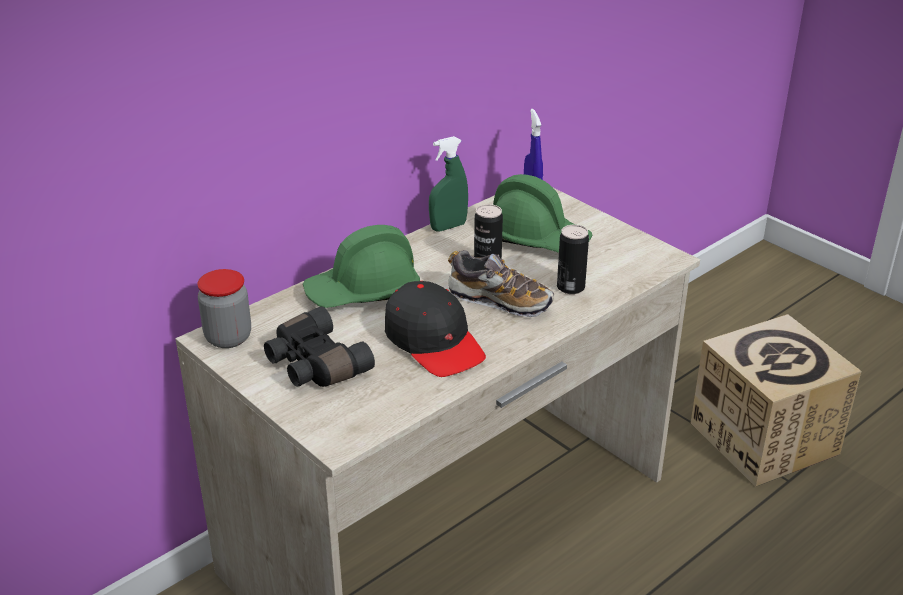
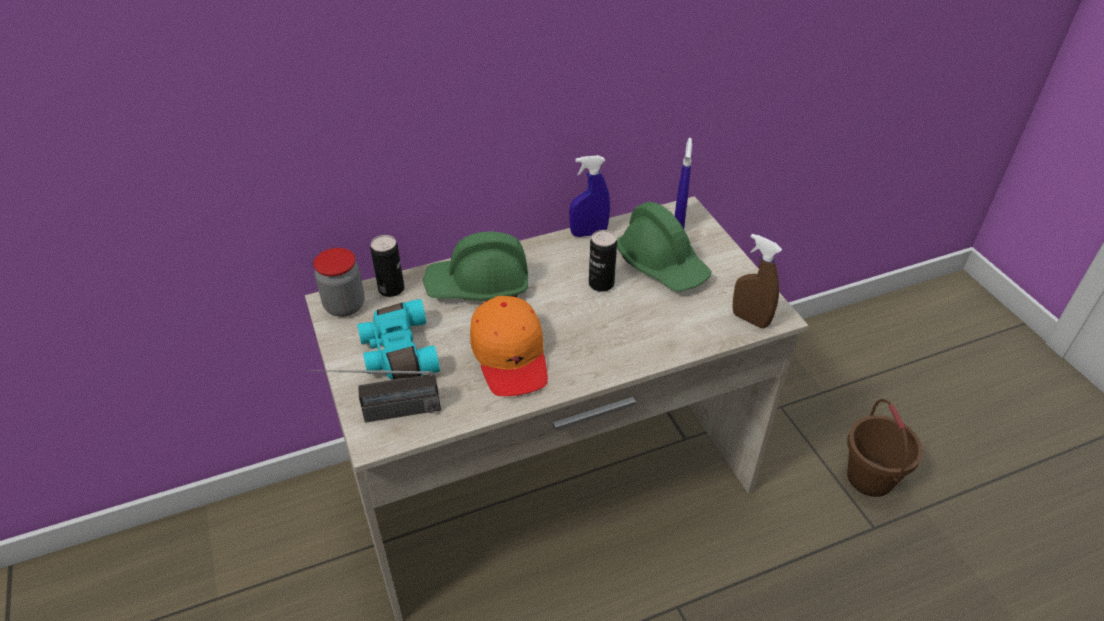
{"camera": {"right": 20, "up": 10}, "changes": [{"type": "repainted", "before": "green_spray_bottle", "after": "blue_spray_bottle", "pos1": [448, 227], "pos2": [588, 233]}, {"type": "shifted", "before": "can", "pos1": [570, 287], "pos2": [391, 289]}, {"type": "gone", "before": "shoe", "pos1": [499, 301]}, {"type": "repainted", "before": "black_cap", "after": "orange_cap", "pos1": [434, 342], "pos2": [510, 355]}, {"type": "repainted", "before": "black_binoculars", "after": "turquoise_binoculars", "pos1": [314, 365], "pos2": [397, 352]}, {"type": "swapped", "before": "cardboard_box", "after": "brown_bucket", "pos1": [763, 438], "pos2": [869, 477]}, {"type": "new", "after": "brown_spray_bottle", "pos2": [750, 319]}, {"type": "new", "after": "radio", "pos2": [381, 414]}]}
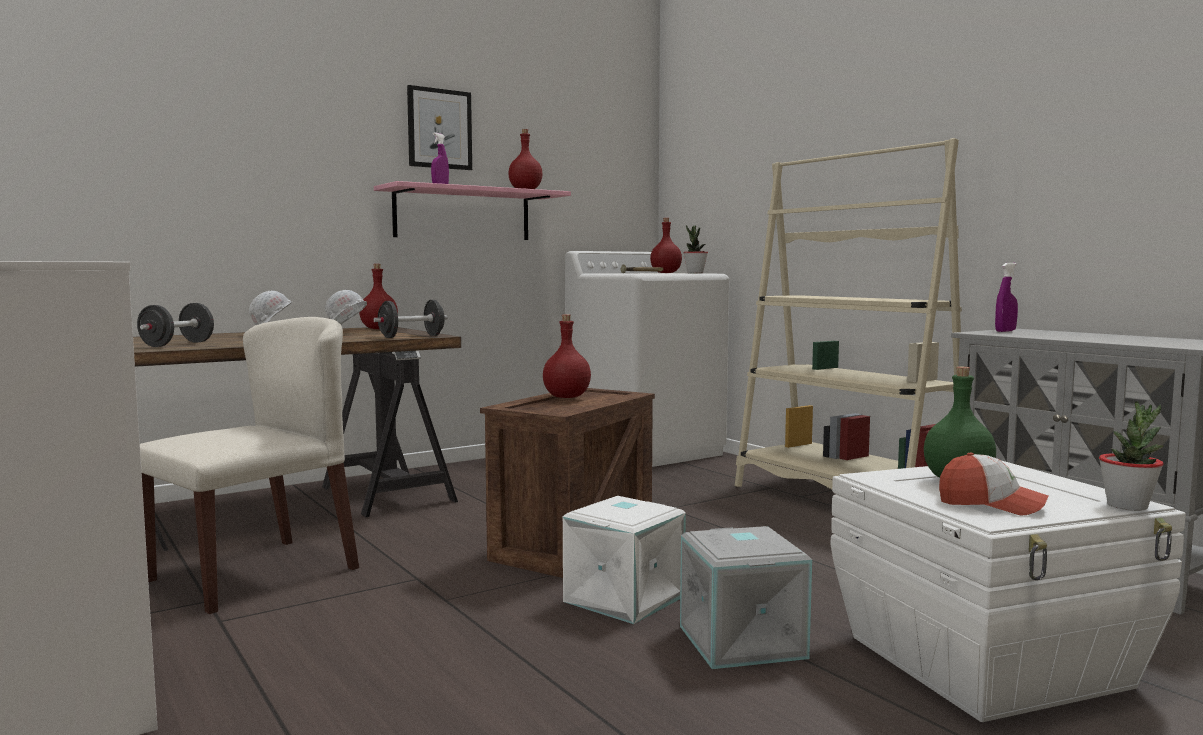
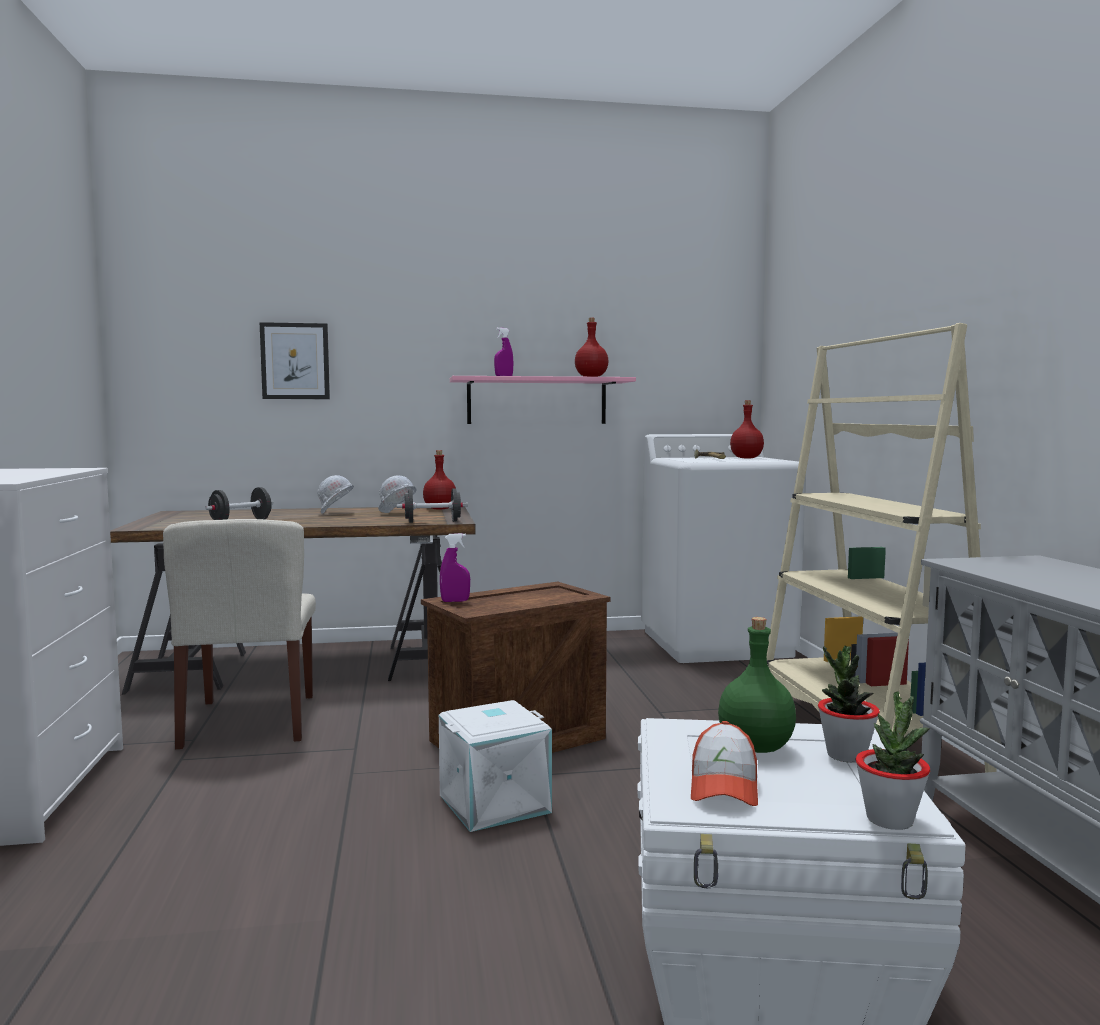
{"camera": {"right": 25, "up": 0}, "changes": [{"type": "shifted", "before": "picture", "pos1": [439, 129], "pos2": [295, 361]}, {"type": "shifted", "before": "potted_plant", "pos1": [695, 273], "pos2": [846, 755]}, {"type": "shifted", "before": "purple_spray_bottle", "pos1": [1005, 331], "pos2": [455, 601]}, {"type": "gone", "before": "red_bottle", "pos1": [566, 397]}, {"type": "rotated", "before": "beige_chair", "pos1": [255, 573], "pos2": [250, 721], "turn": 105}, {"type": "rotated", "before": "cap", "pos1": [991, 505], "pos2": [724, 786], "turn": 45}, {"type": "gone", "before": "grey_storage_box", "pos1": [744, 642]}]}
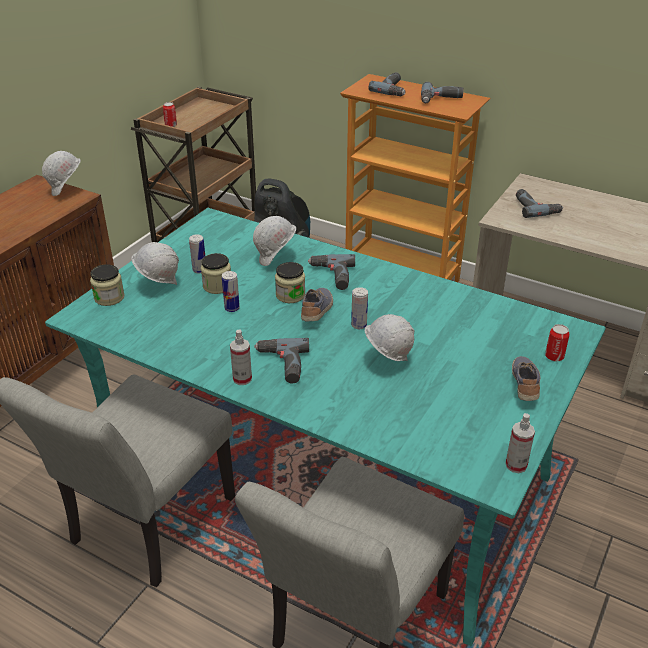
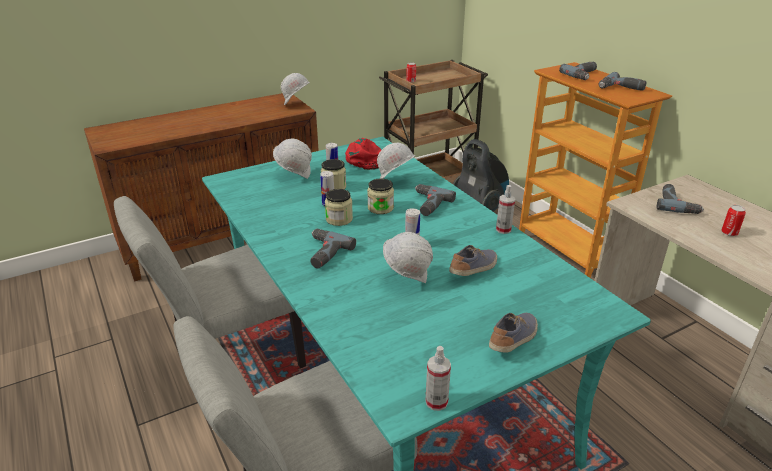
{"camera": {"right": 30, "up": -5}, "changes": [{"type": "shifted", "before": "jar", "pos1": [109, 297], "pos2": [339, 219]}, {"type": "shifted", "before": "shoe", "pos1": [317, 311], "pos2": [474, 269]}, {"type": "shifted", "before": "can", "pos1": [554, 356], "pos2": [729, 233]}, {"type": "shifted", "before": "spray_bottle", "pos1": [242, 379], "pos2": [503, 229]}, {"type": "new", "after": "red_cap", "pos2": [363, 158]}]}
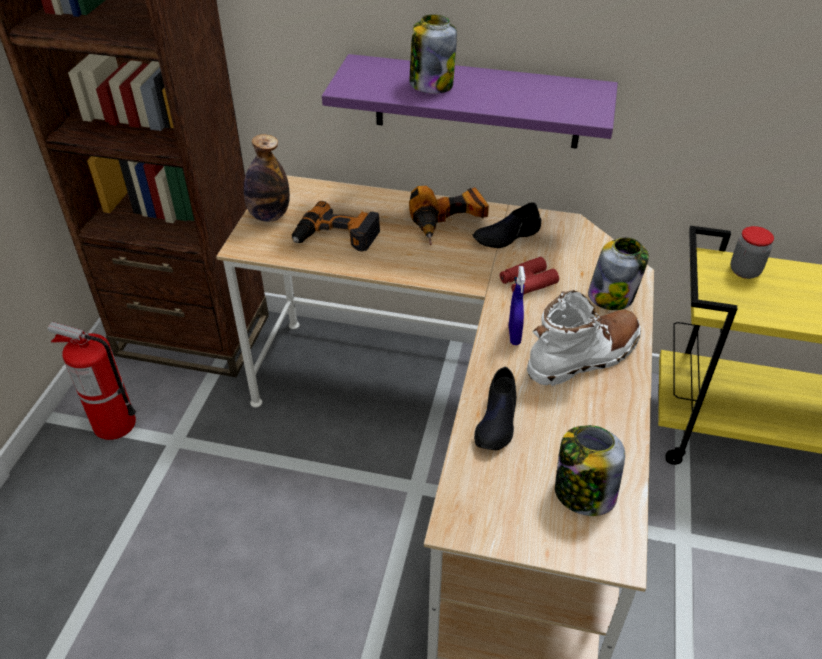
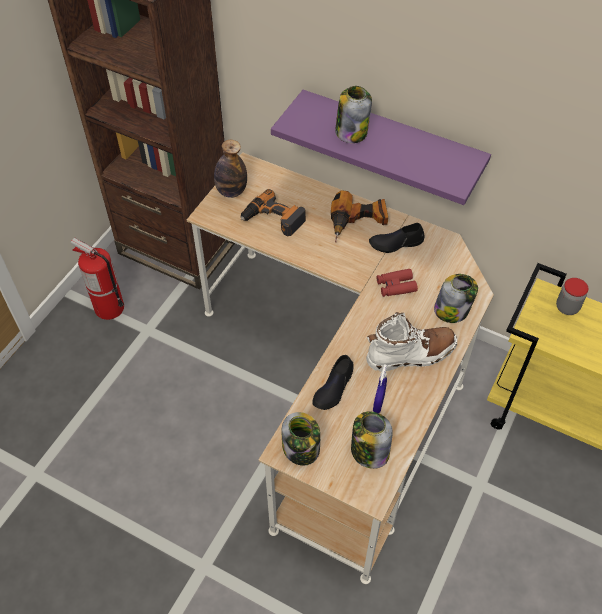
{"camera": {"right": 15, "up": 10}, "changes": [{"type": "shifted", "before": "blue_spray_bottle", "pos1": [514, 335], "pos2": [378, 404]}, {"type": "new", "after": "jar", "pos2": [301, 449]}]}
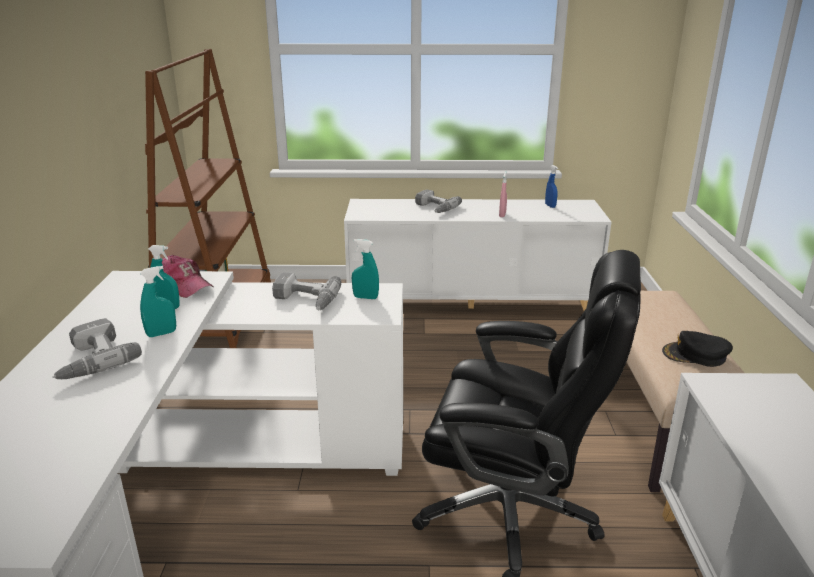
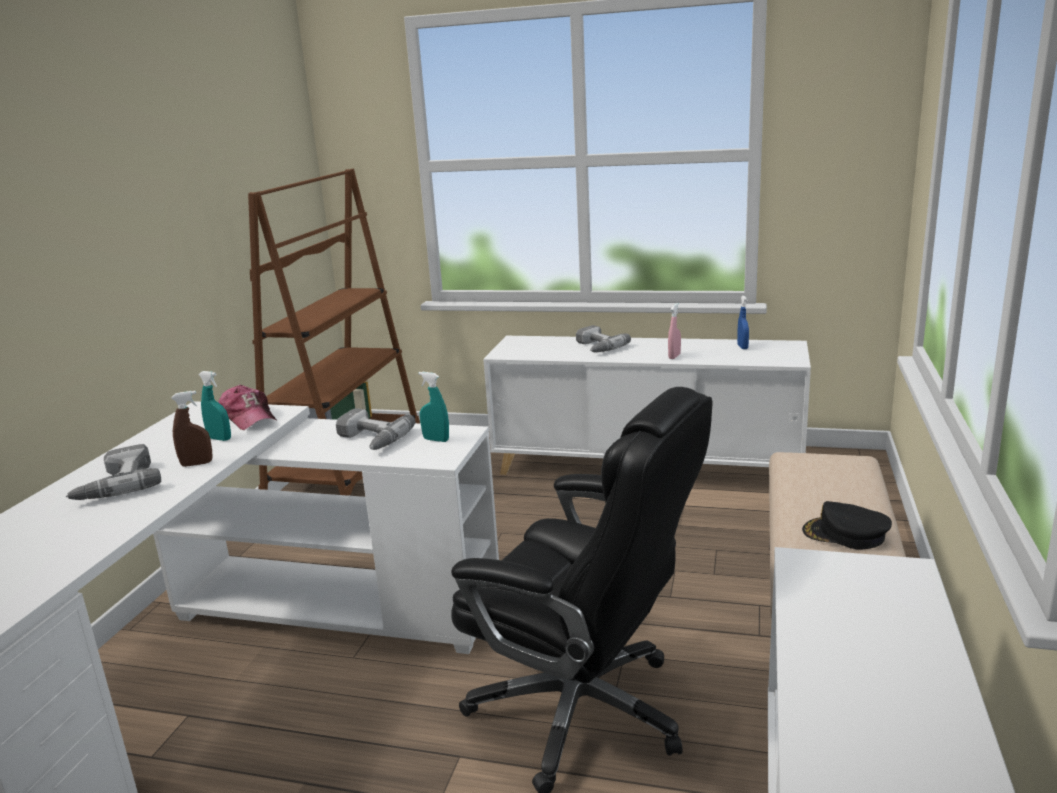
{"camera": {"right": 15, "up": -5}, "changes": [{"type": "repainted", "before": "turquoise_spray_bottle", "after": "brown_spray_bottle", "pos1": [161, 334], "pos2": [197, 464]}]}
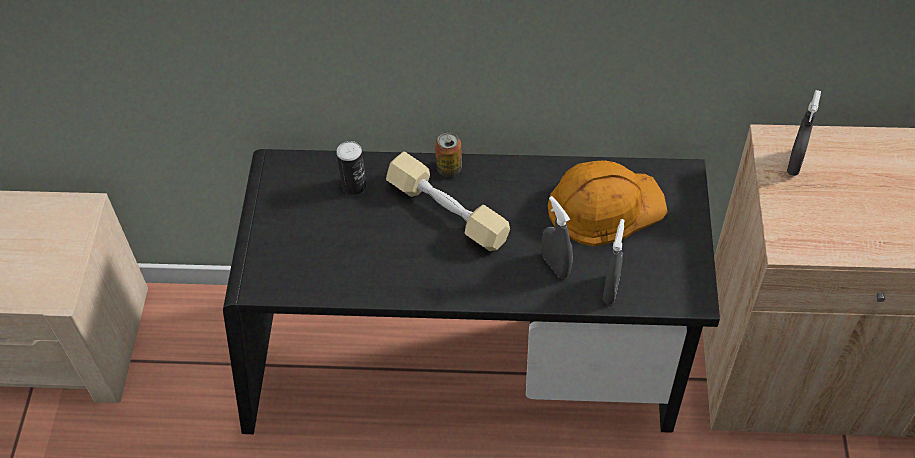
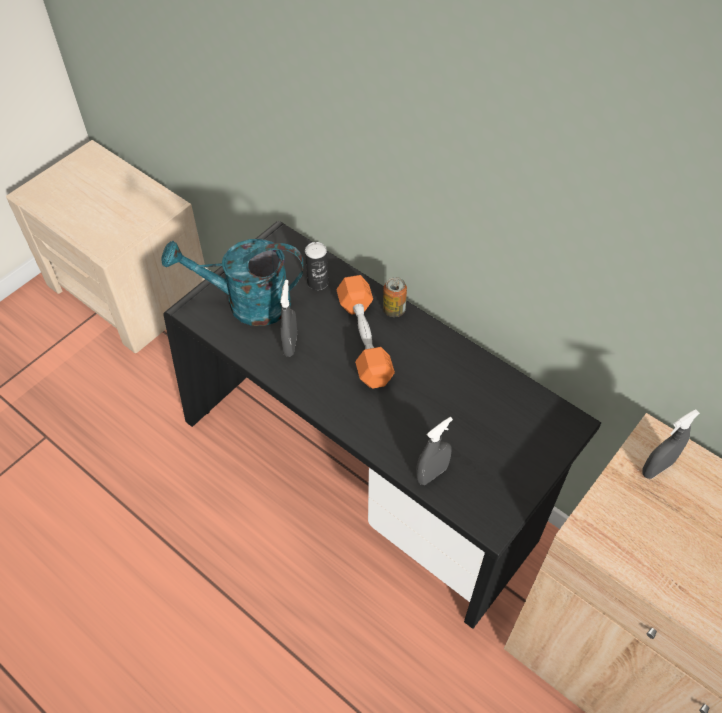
{"camera": {"right": 35, "up": 0}, "changes": [{"type": "repainted", "before": "beige_dumbbell", "after": "orange_dumbbell", "pos1": [447, 211], "pos2": [364, 339]}, {"type": "gone", "before": "orange_hard_hat", "pos1": [604, 205]}, {"type": "shifted", "before": "grey_spray_bottle", "pos1": [555, 266], "pos2": [290, 345]}, {"type": "new", "after": "turquoise_watering_can", "pos2": [247, 303]}]}
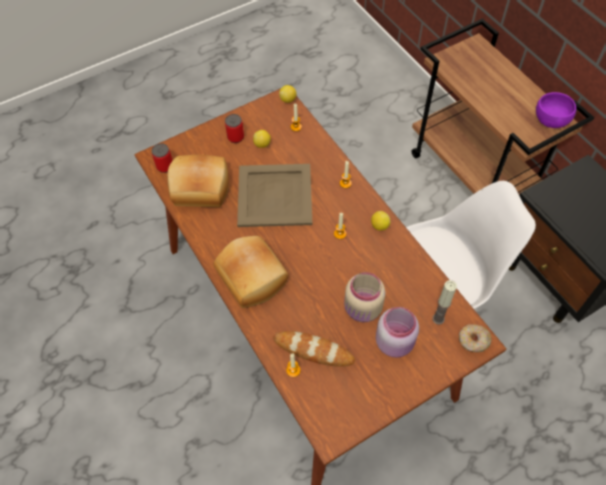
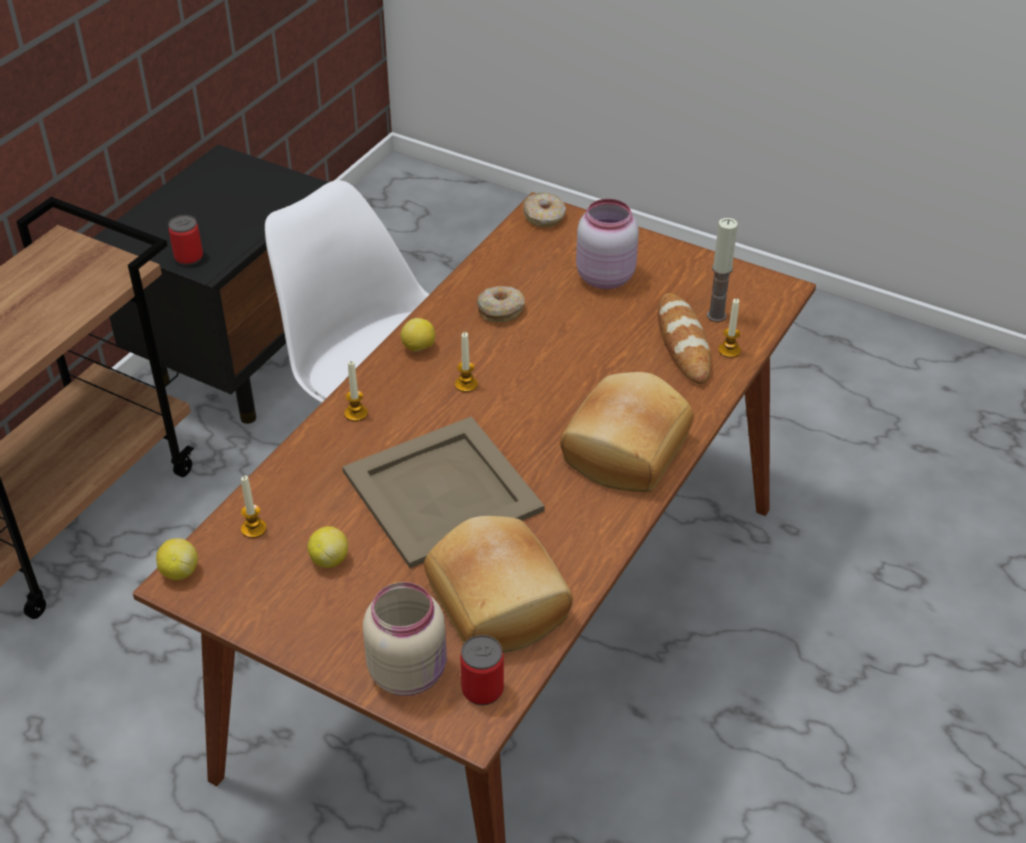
{"camera": {"right": -120, "up": -15}, "changes": [{"type": "gone", "before": "purple_bowl", "pos1": [551, 119]}, {"type": "shifted", "before": "can", "pos1": [235, 137], "pos2": [189, 257]}, {"type": "shifted", "before": "beige_jar", "pos1": [363, 310], "pos2": [410, 671]}, {"type": "shifted", "before": "candle", "pos1": [438, 319], "pos2": [716, 315]}, {"type": "new", "after": "donut", "pos2": [500, 310]}]}
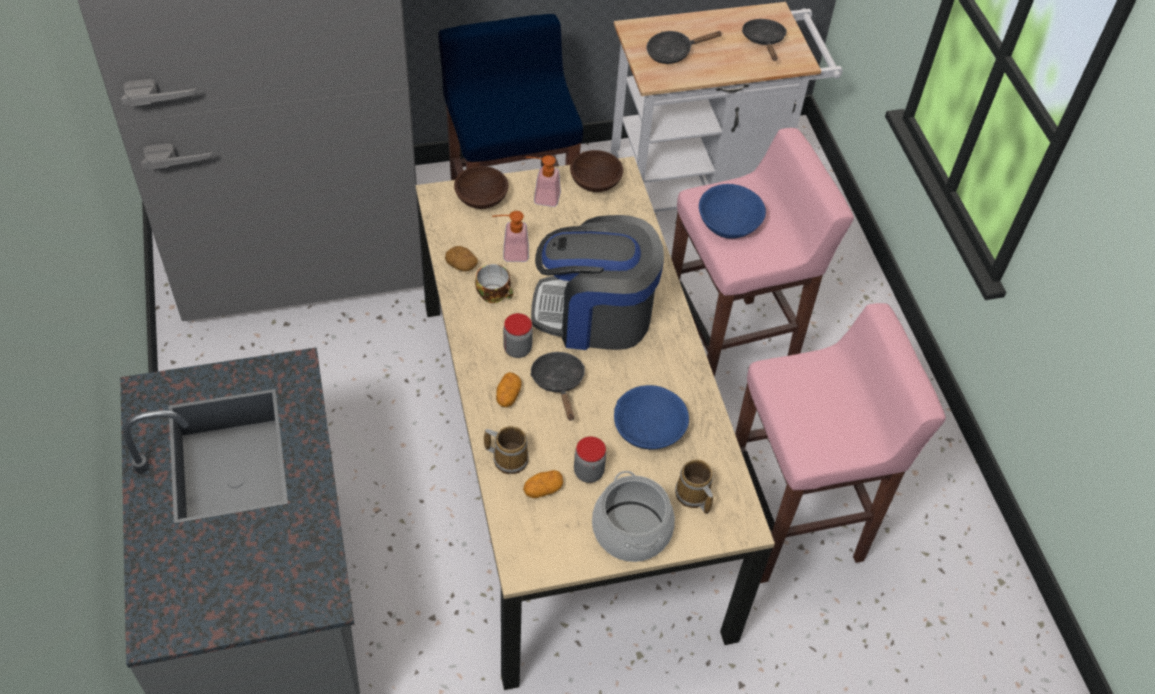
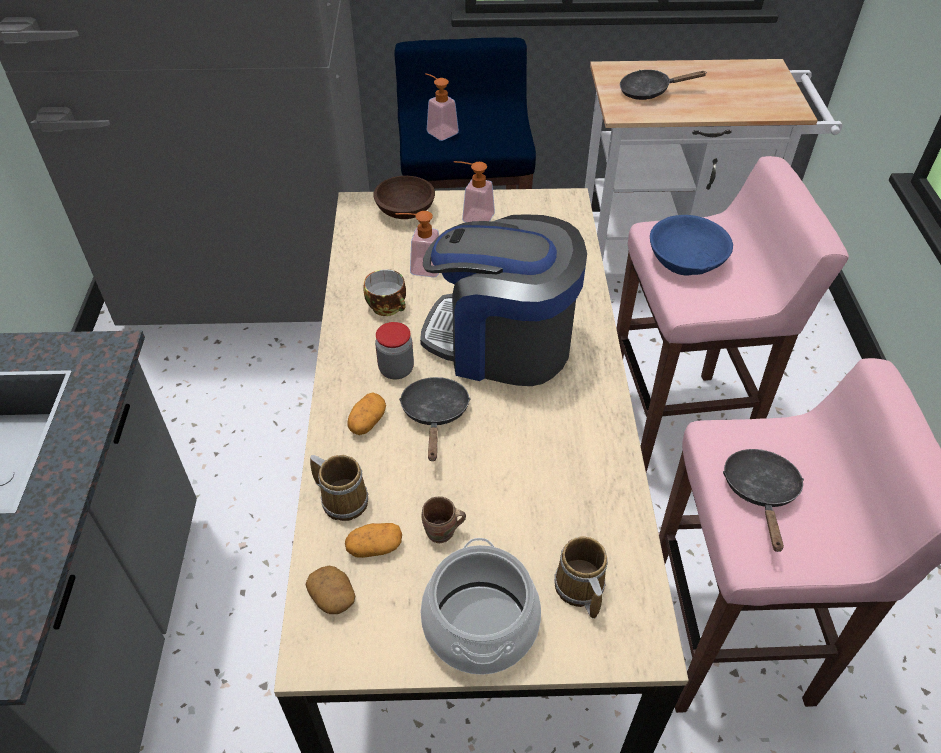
{"camera": {"right": 15, "up": -5}, "changes": [{"type": "shifted", "before": "black_frying_pan", "pos1": [764, 41], "pos2": [760, 493]}, {"type": "gone", "before": "brown_bowl", "pos1": [595, 181]}, {"type": "shifted", "before": "potato", "pos1": [462, 265], "pos2": [333, 597]}, {"type": "gone", "before": "blue_bowl", "pos1": [649, 428]}, {"type": "swapped", "before": "jar", "after": "brown_mug", "pos1": [588, 472], "pos2": [442, 533]}, {"type": "new", "after": "soap_dispenser", "pos2": [439, 131]}]}
